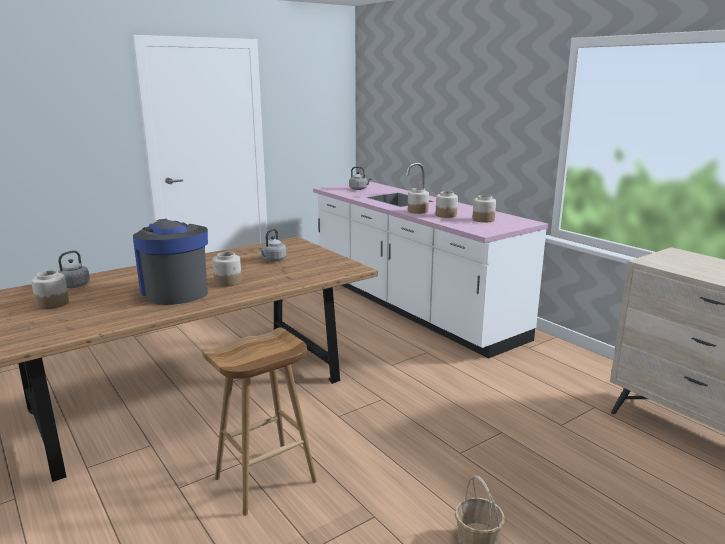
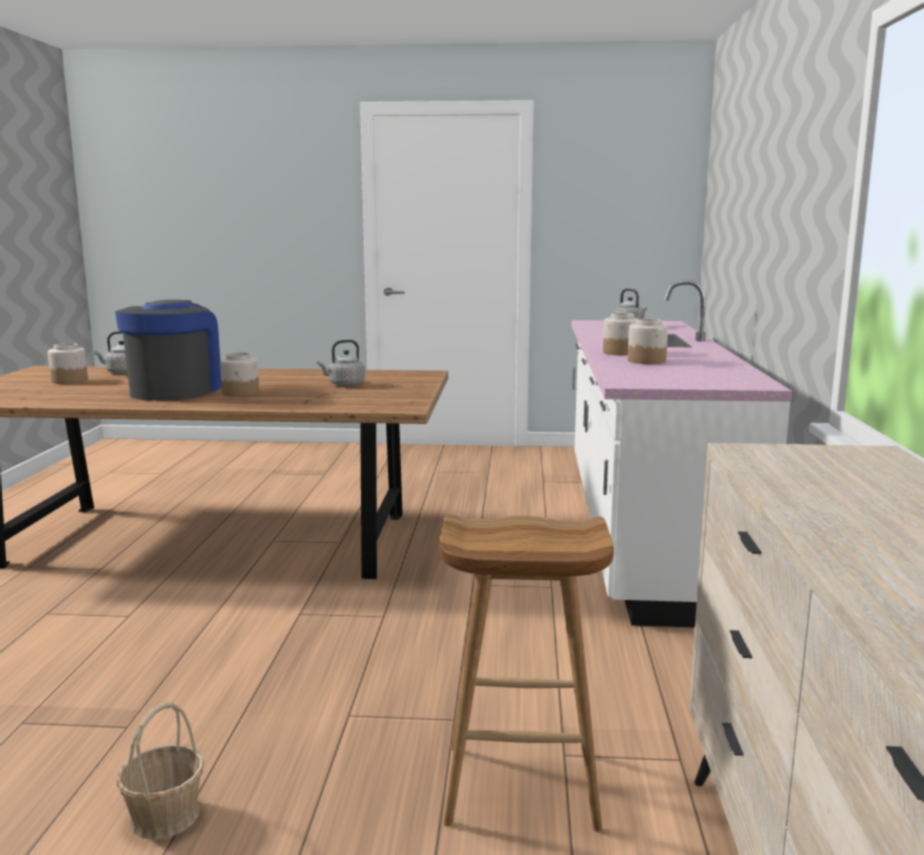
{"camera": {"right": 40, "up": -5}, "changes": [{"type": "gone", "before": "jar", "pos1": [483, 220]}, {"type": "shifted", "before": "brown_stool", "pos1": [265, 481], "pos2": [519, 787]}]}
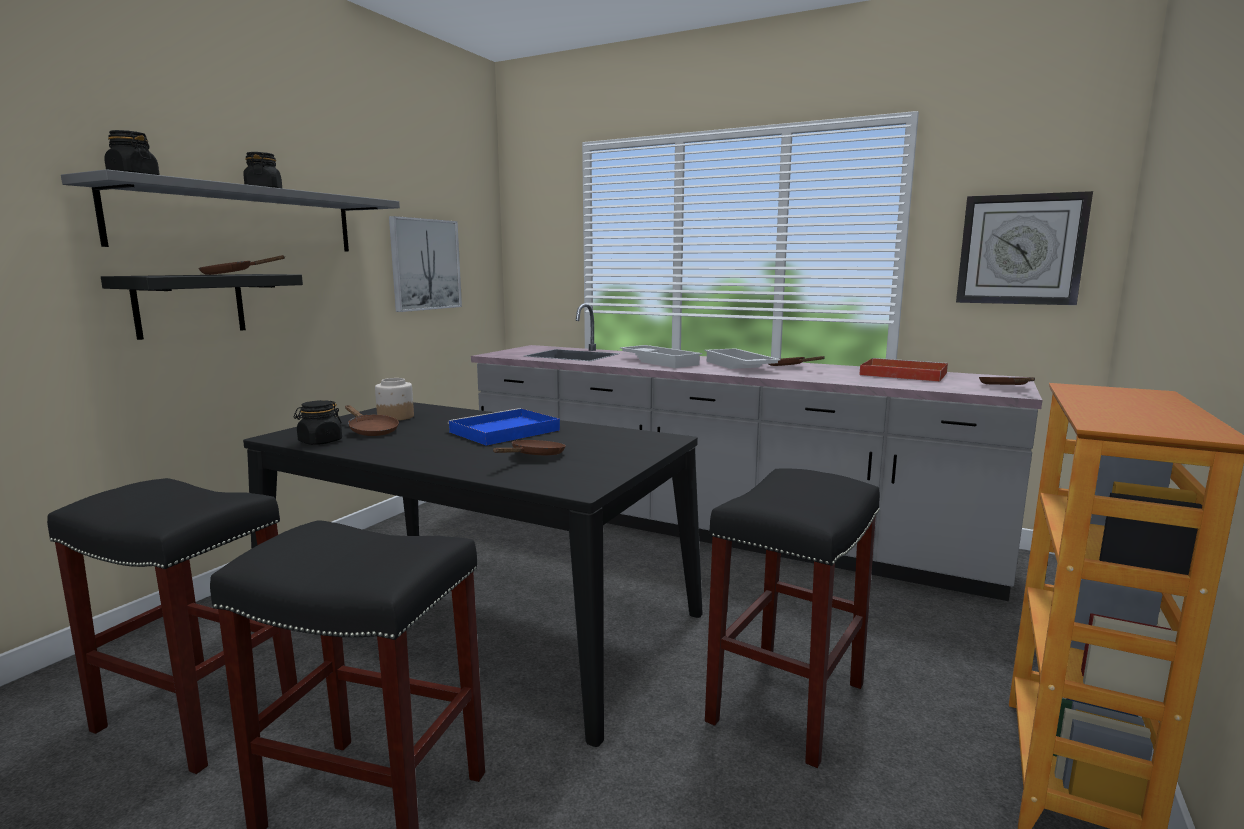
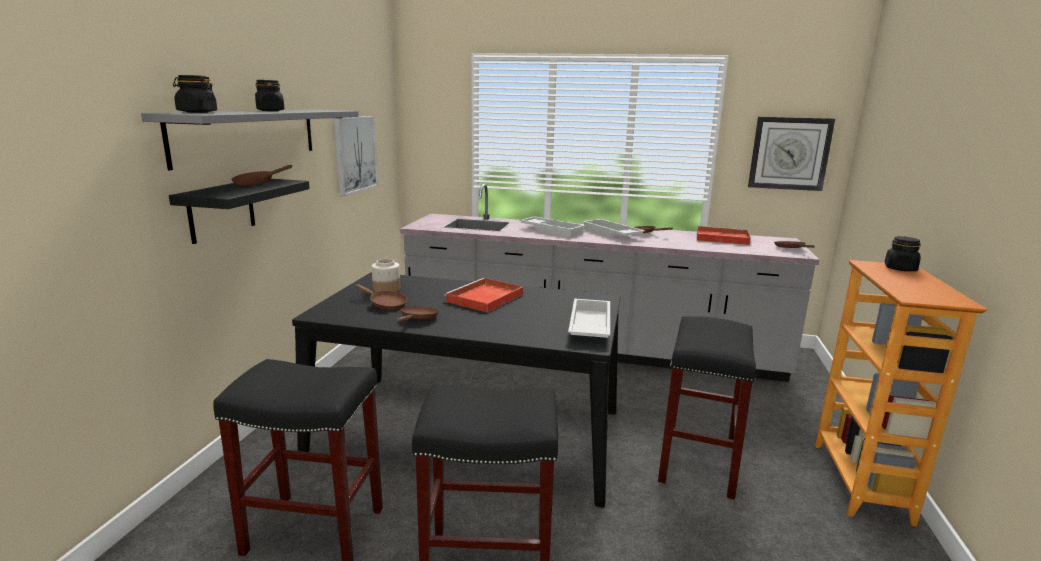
{"camera": {"right": -15, "up": 5}, "changes": [{"type": "shifted", "before": "black_jar", "pos1": [320, 442], "pos2": [900, 269]}, {"type": "repainted", "before": "blue_tray", "after": "red_tray", "pos1": [503, 431], "pos2": [484, 298]}, {"type": "shifted", "before": "brown_frying_pan", "pos1": [534, 456], "pos2": [418, 319]}, {"type": "new", "after": "white_tray", "pos2": [588, 326]}]}
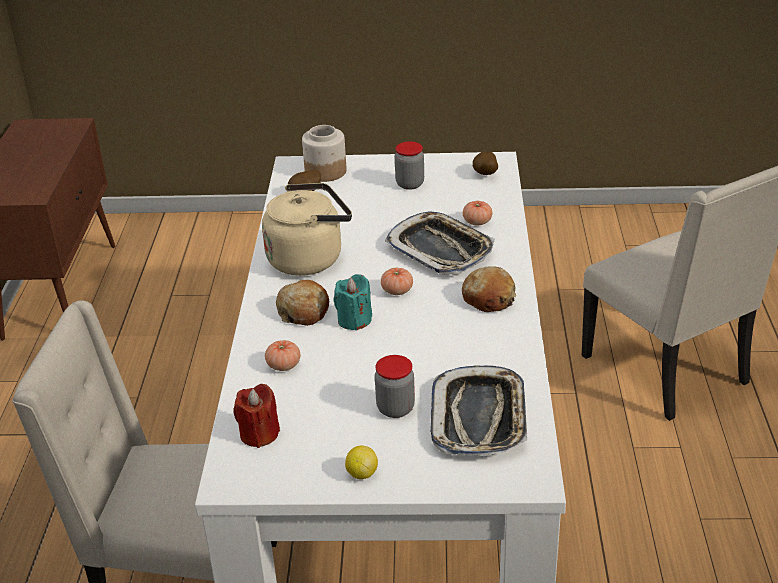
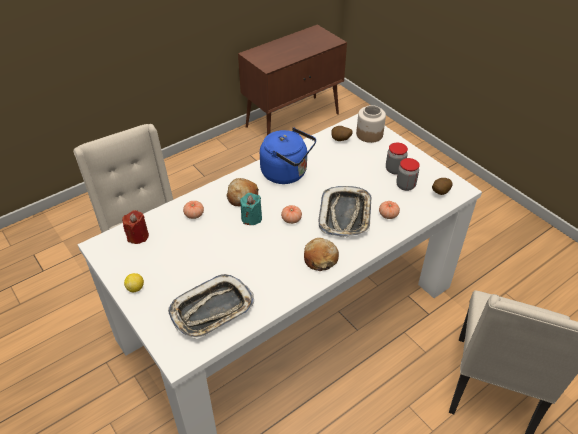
{"camera": {"right": 50, "up": 10}, "changes": [{"type": "repainted", "before": "beige_kettle", "after": "blue_kettle", "pos1": [309, 258], "pos2": [287, 173]}, {"type": "shifted", "before": "jar", "pos1": [395, 408], "pos2": [405, 185]}]}
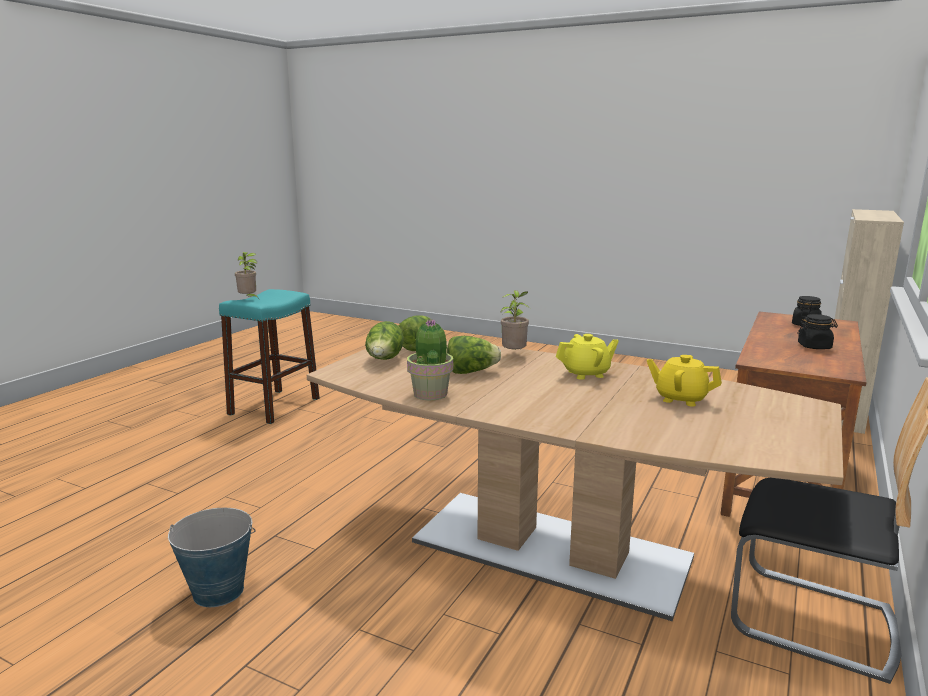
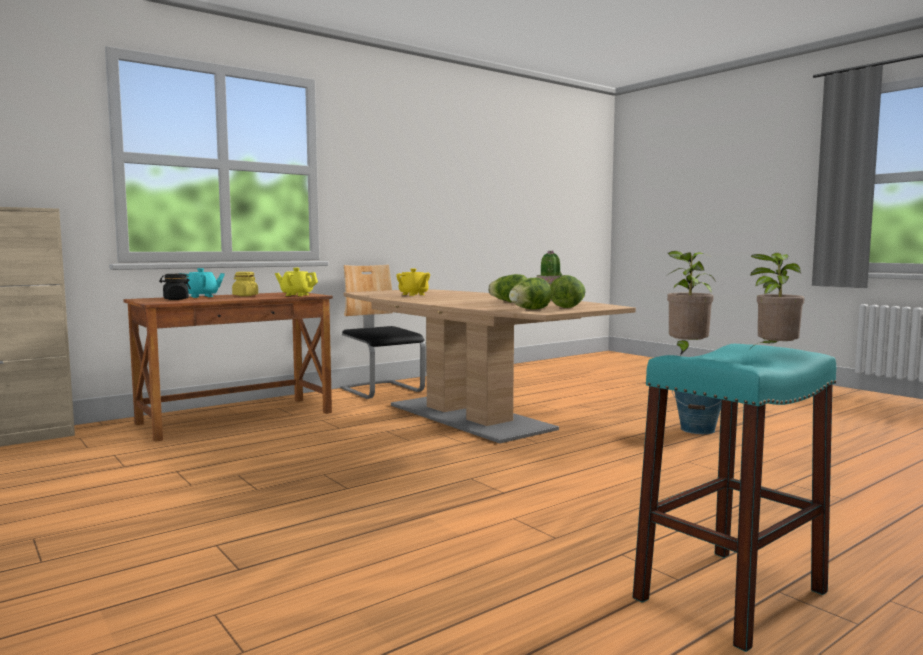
{"camera": {"right": -155, "up": -10}, "changes": [{"type": "shifted", "before": "potted_plant", "pos1": [514, 355], "pos2": [686, 352]}, {"type": "repainted", "before": "black_jar", "after": "yellow_jar", "pos1": [814, 346], "pos2": [245, 295]}, {"type": "shifted", "before": "yellow_teapot", "pos1": [586, 374], "pos2": [296, 295]}, {"type": "new", "after": "turquoise_teapot", "pos2": [202, 296]}]}
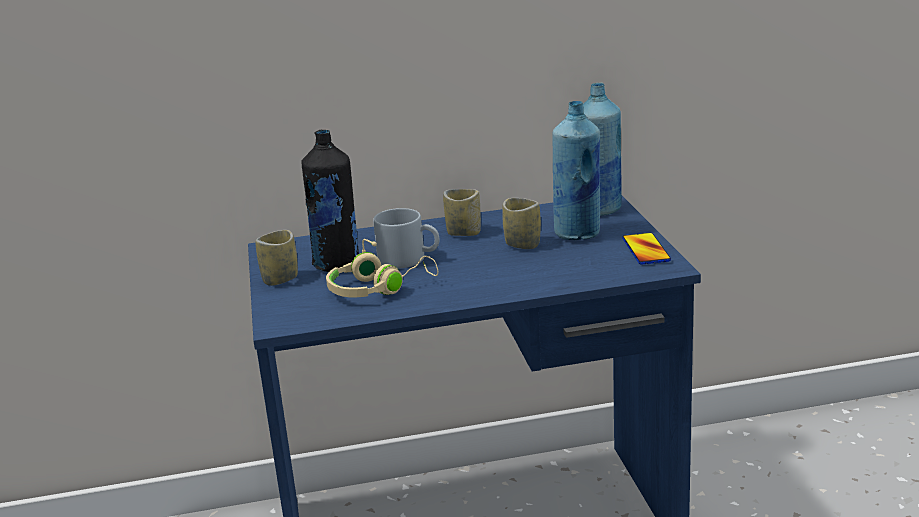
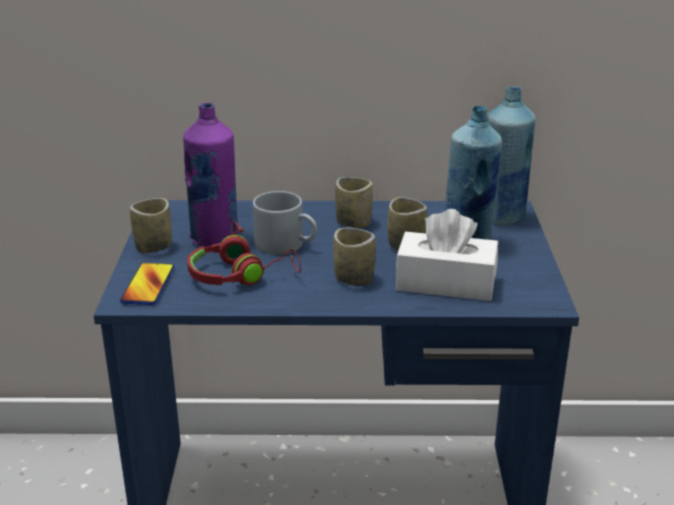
{"camera": {"right": 10, "up": 5}, "changes": [{"type": "repainted", "before": "black_bottle", "after": "purple_bottle", "pos1": [337, 265], "pos2": [215, 239]}, {"type": "shifted", "before": "phone", "pos1": [646, 250], "pos2": [148, 285]}, {"type": "repainted", "before": "beige_headphones", "after": "red_headphones", "pos1": [378, 288], "pos2": [240, 275]}, {"type": "new", "after": "white_tissue_box", "pos2": [445, 283]}, {"type": "new", "after": "cup", "pos2": [354, 279]}]}
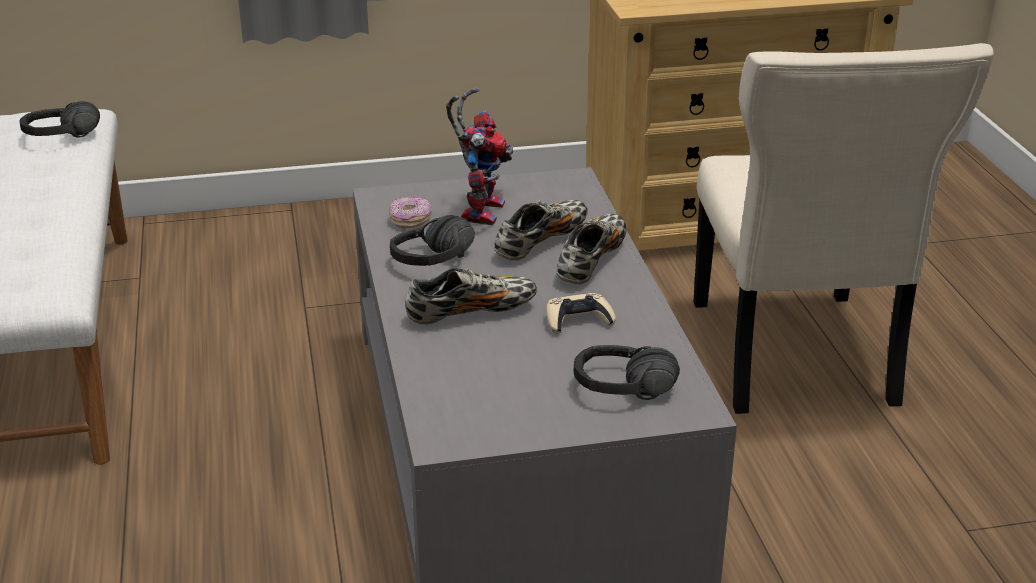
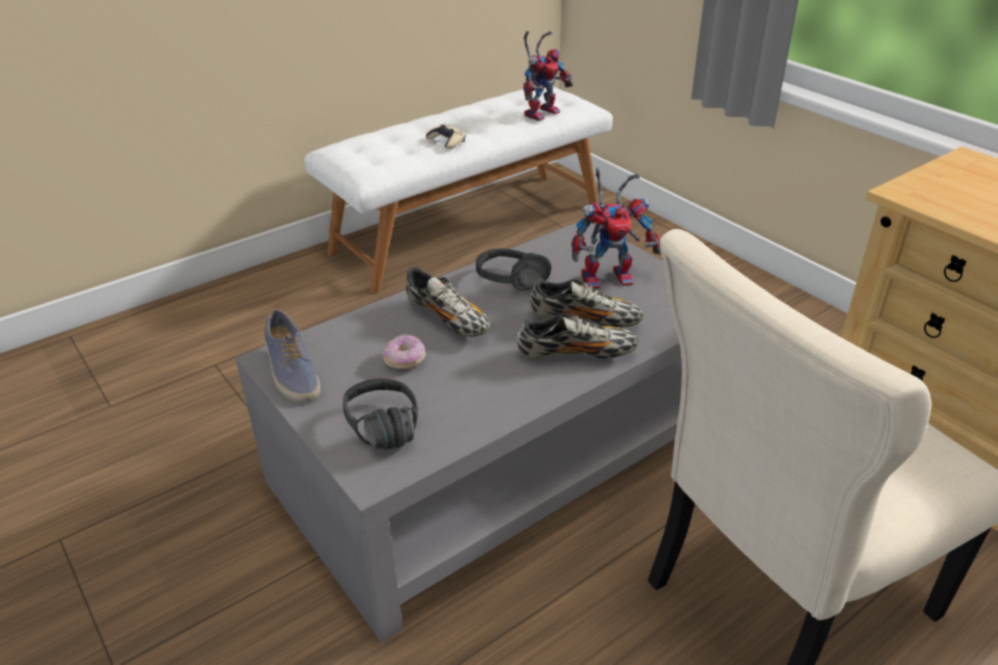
{"camera": {"right": 65, "up": 5}, "changes": [{"type": "swapped", "before": "black_headphones", "after": "toy_robot", "pos1": [64, 140], "pos2": [542, 112]}, {"type": "shifted", "before": "donut", "pos1": [410, 221], "pos2": [405, 360]}, {"type": "shifted", "before": "beige_game_controller", "pos1": [578, 320], "pos2": [446, 141]}, {"type": "new", "after": "shoe", "pos2": [291, 372]}]}
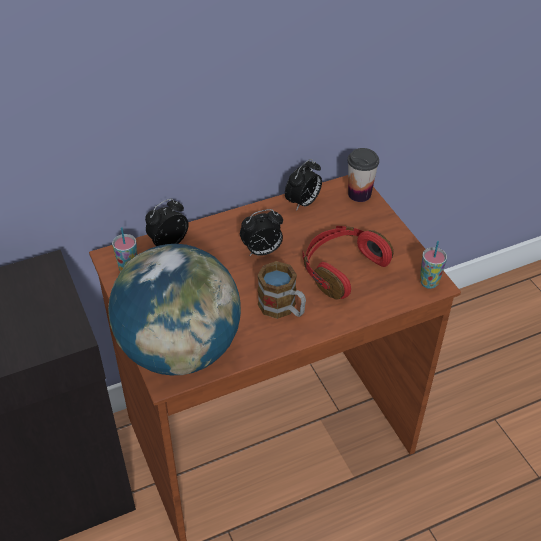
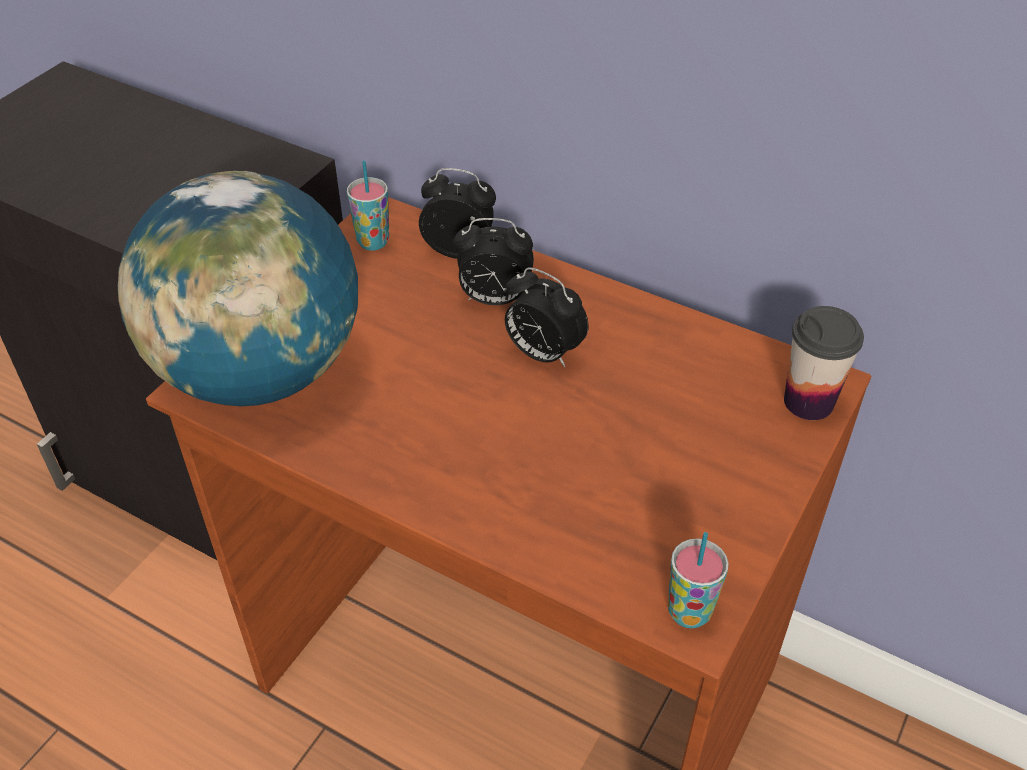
{"camera": {"right": 55, "up": 0}, "changes": [{"type": "shifted", "before": "alarm_clock", "pos1": [303, 203], "pos2": [493, 299]}, {"type": "gone", "before": "red_headphones", "pos1": [341, 268]}, {"type": "gone", "before": "mug", "pos1": [283, 308]}]}
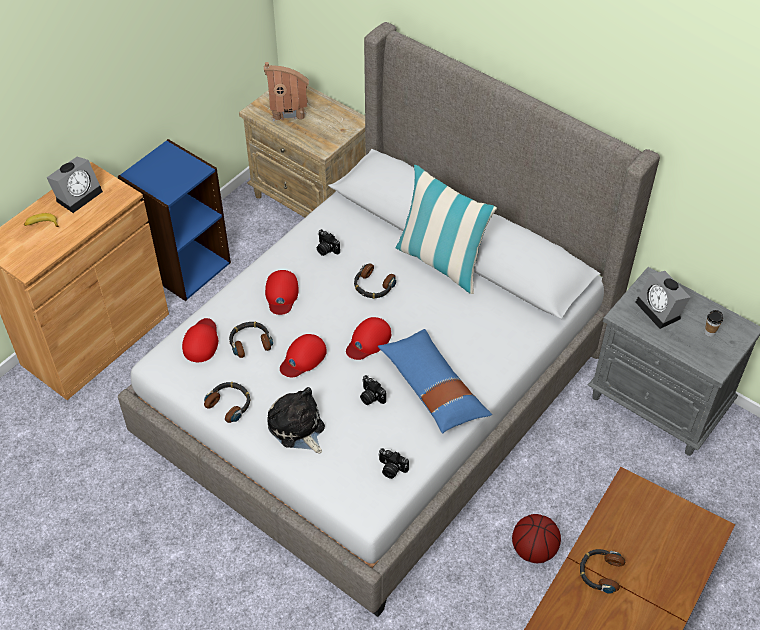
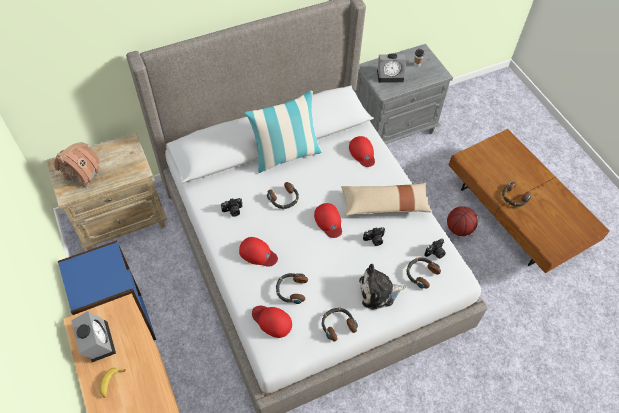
{"camera": {"right": -65, "up": 5}, "changes": [{"type": "repainted", "before": "blue_pillow", "after": "beige_pillow", "pos1": [433, 388], "pos2": [384, 204]}, {"type": "shifted", "before": "red_cap", "pos1": [303, 358], "pos2": [362, 153]}, {"type": "new", "after": "headphones", "pos2": [421, 273]}]}
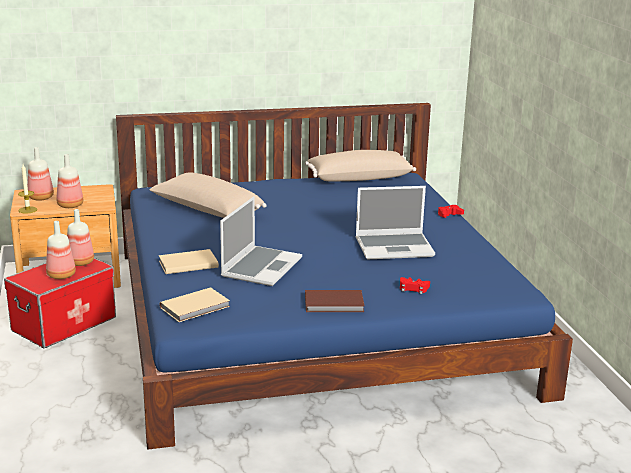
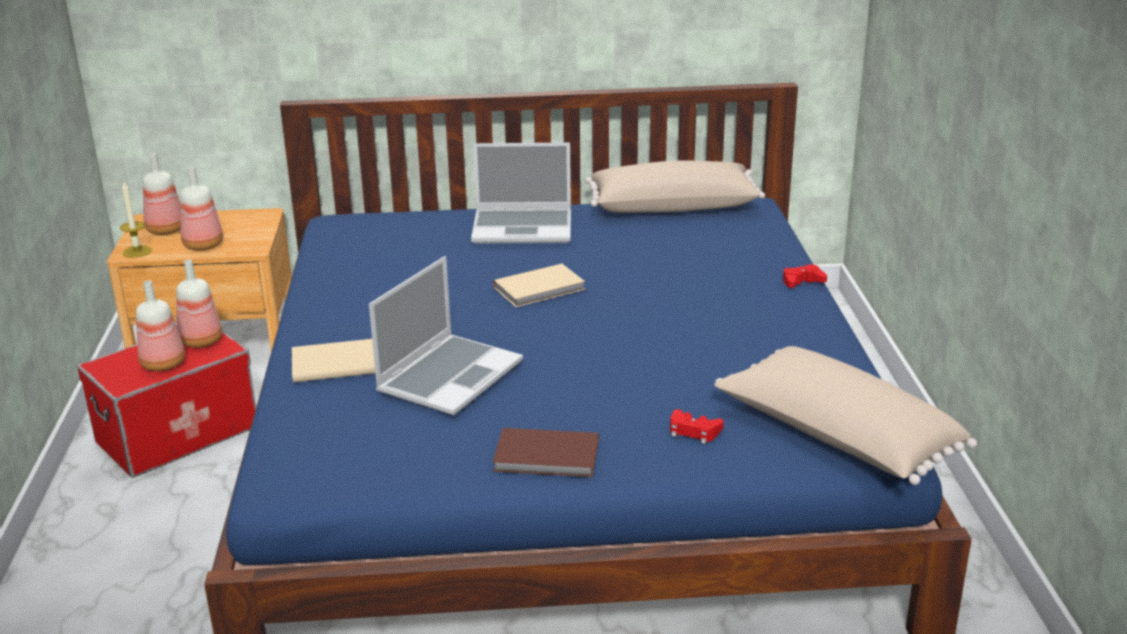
{"camera": {"right": 10, "up": 5}, "changes": [{"type": "shifted", "before": "beige_pillow", "pos1": [206, 211], "pos2": [835, 438]}, {"type": "shifted", "before": "laptop", "pos1": [395, 247], "pos2": [524, 228]}, {"type": "shifted", "before": "beige_book", "pos1": [196, 307], "pos2": [541, 289]}]}
